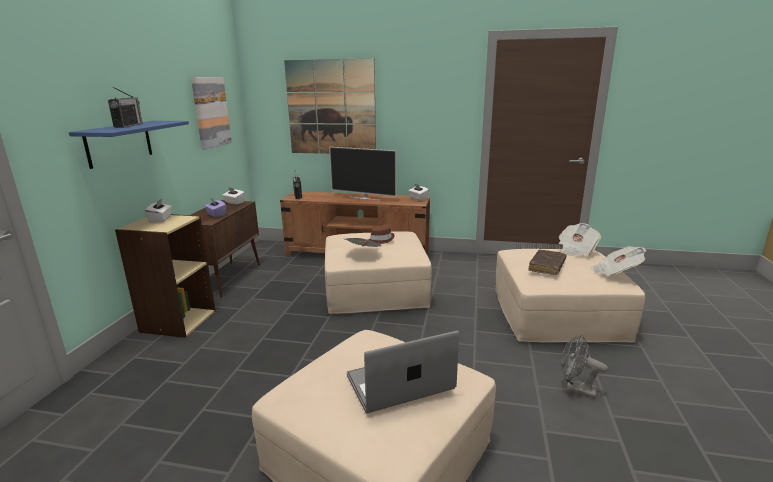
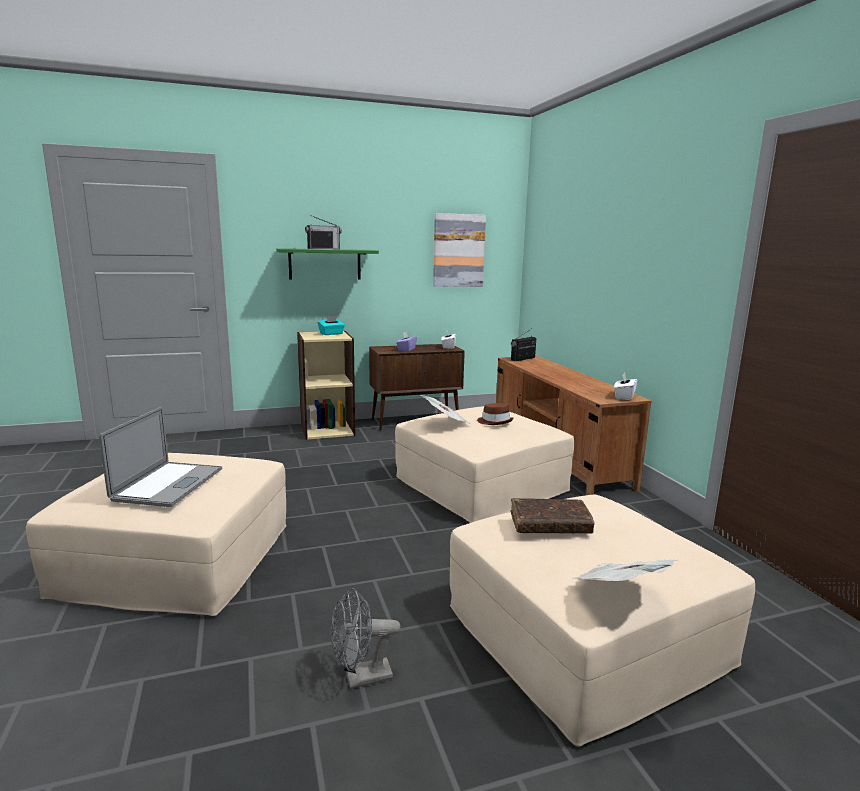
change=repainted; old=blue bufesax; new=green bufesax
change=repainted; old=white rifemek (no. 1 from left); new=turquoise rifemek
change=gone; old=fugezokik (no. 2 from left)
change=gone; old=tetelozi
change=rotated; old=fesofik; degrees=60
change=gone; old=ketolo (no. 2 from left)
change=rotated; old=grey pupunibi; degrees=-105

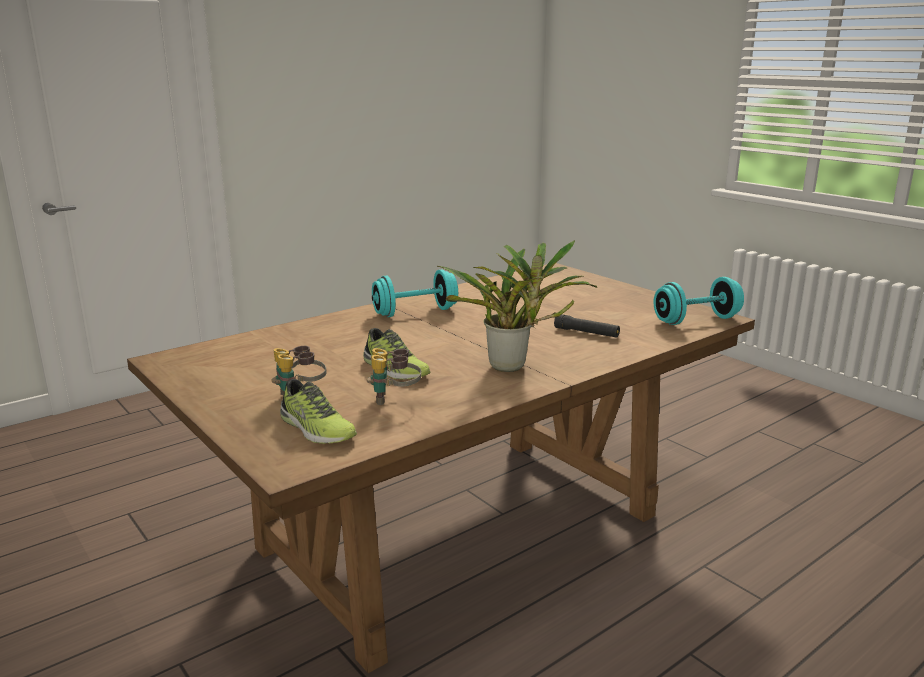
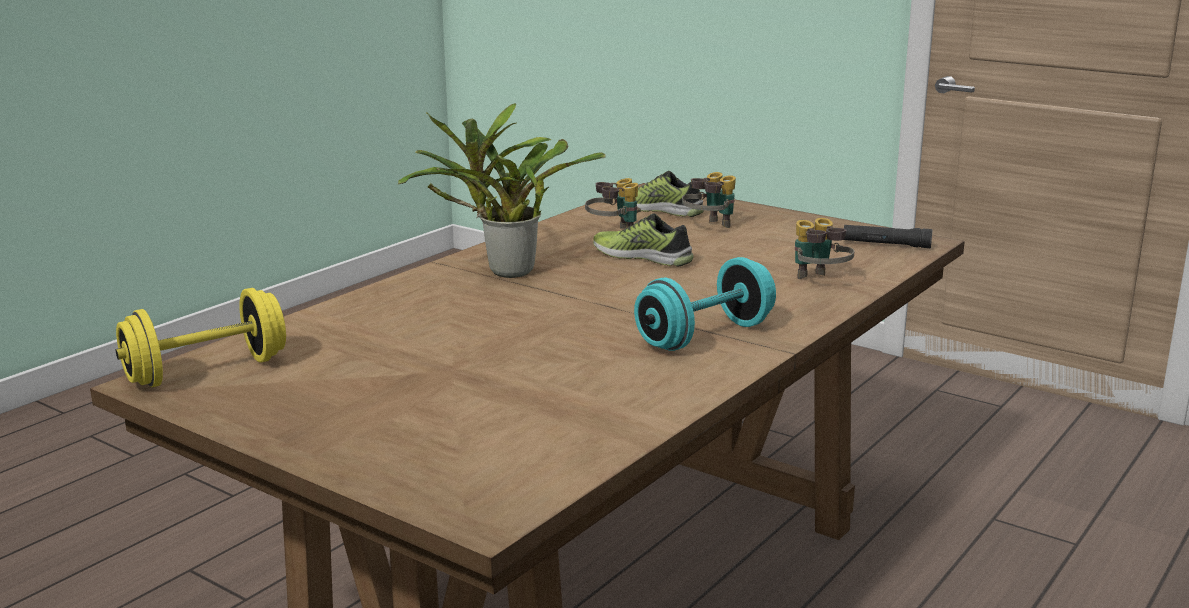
change=shifted; old=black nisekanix
change=repainted; old=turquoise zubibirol (no. 2 from left); new=yellow zubibirol
change=new; new=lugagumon (no. 3 from left)

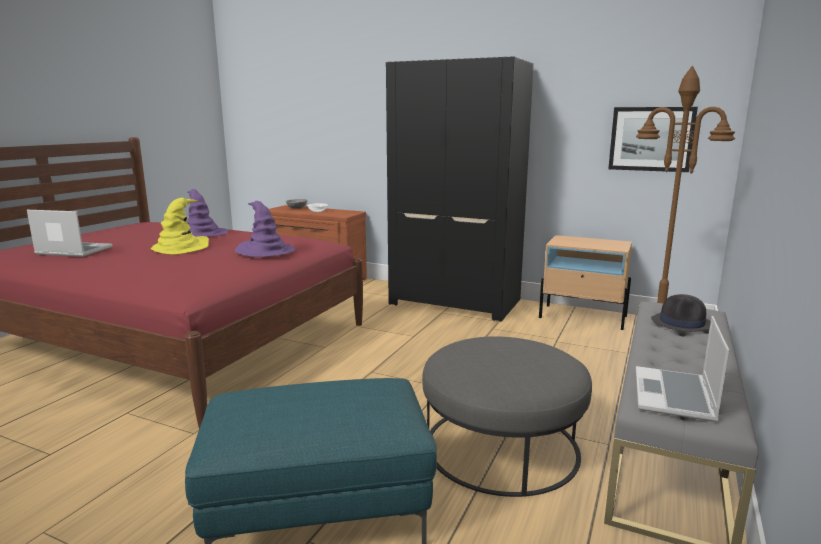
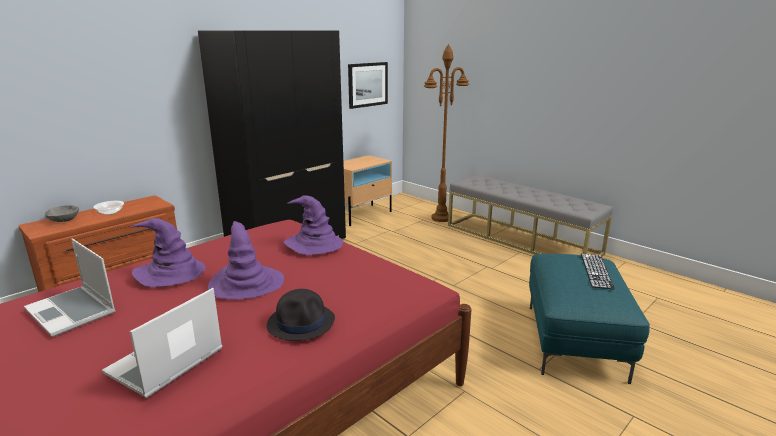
change=repainted; old=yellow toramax; new=purple toramax (no. 2 from left)
change=gone; old=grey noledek
change=shifted; old=fesofik (no. 2 from left in the first image); new=fesofik (no. 1 from left)
change=shifted; old=black toramax
change=new; new=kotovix

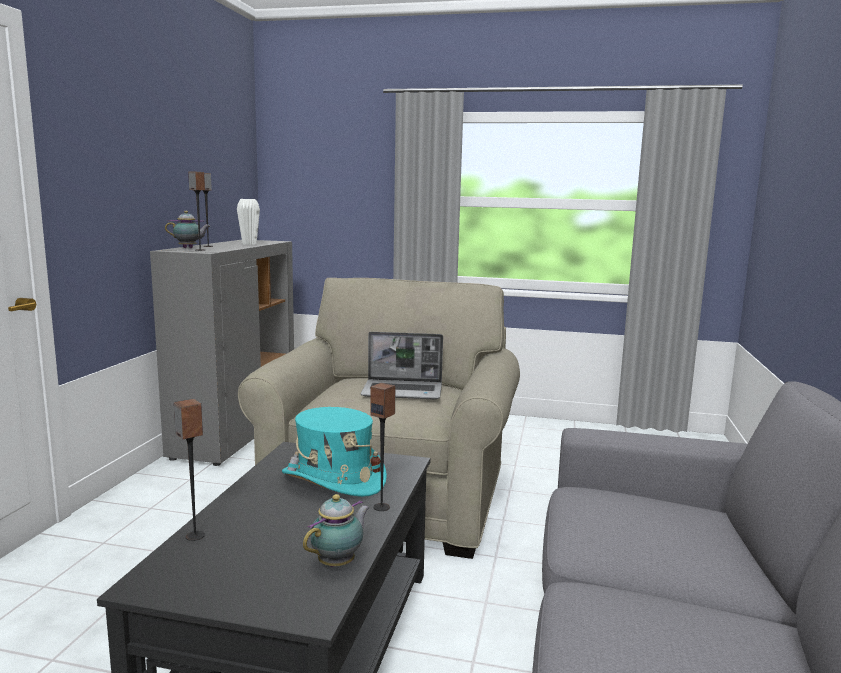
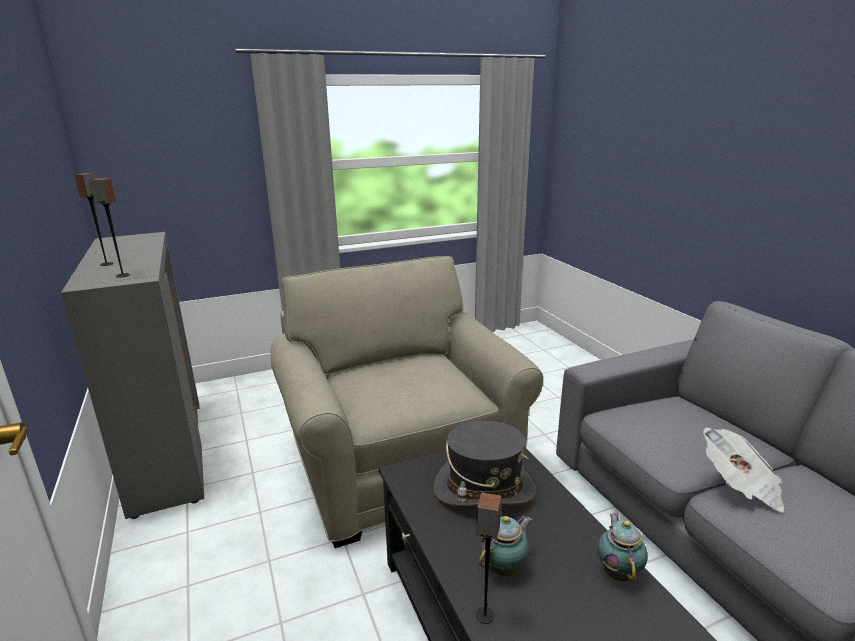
change=shifted; old=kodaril (no. 1 from left)
change=gone; old=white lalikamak
change=repainted; old=turquoise toramax; new=grey toramax
change=gone; old=fesofik
change=gone; old=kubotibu (no. 4 from left)
change=new; new=ketolo

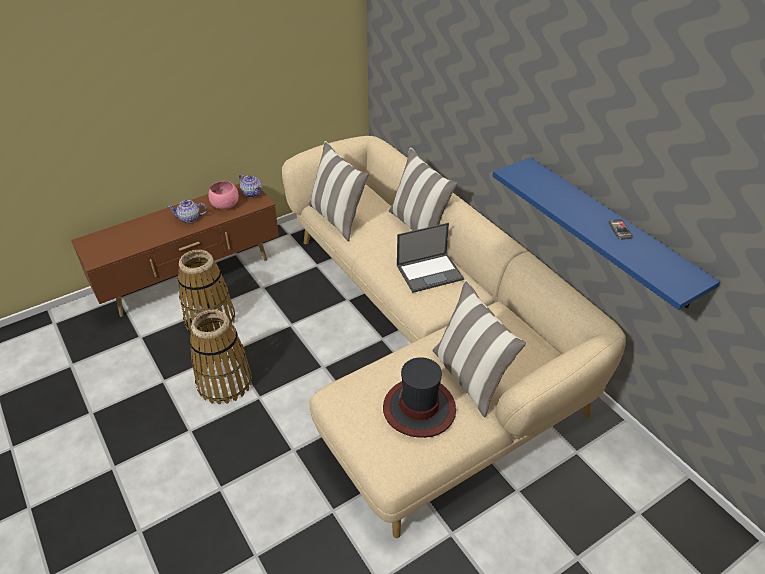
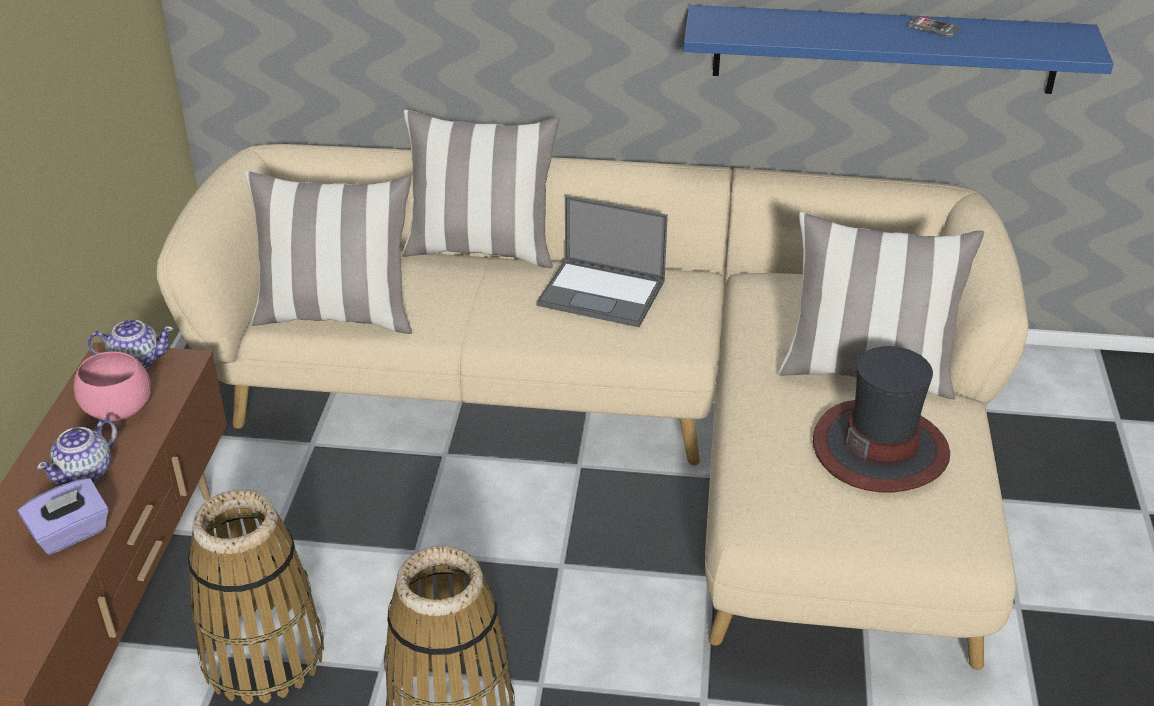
change=rotated; old=fesofik; degrees=90
change=new; new=purple rifemek

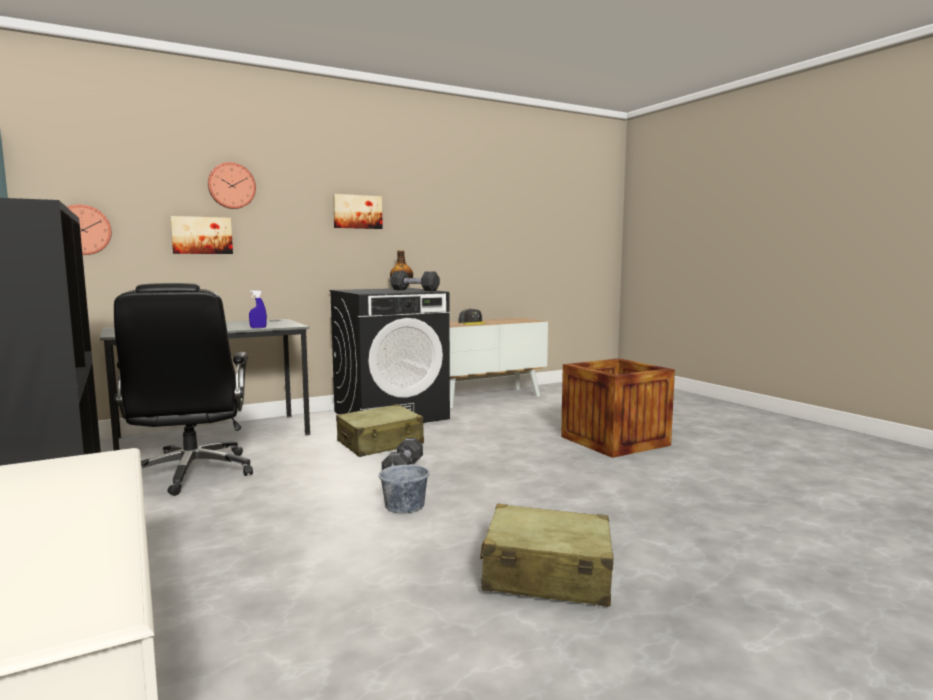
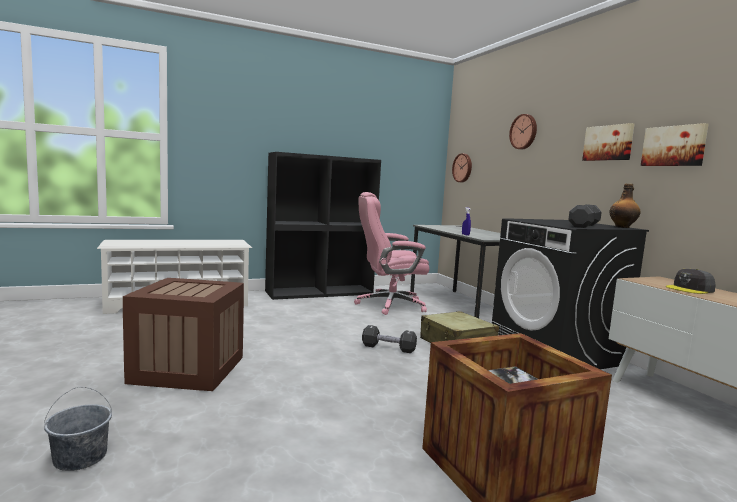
change=repainted; old=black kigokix; new=pink kigokix
change=shifted; old=fugezokik (no. 1 from left in the first image); new=fugezokik (no. 2 from left)
change=shifted; old=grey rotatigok
change=swapped; old=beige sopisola (no. 2 from left); new=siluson (no. 1 from left)

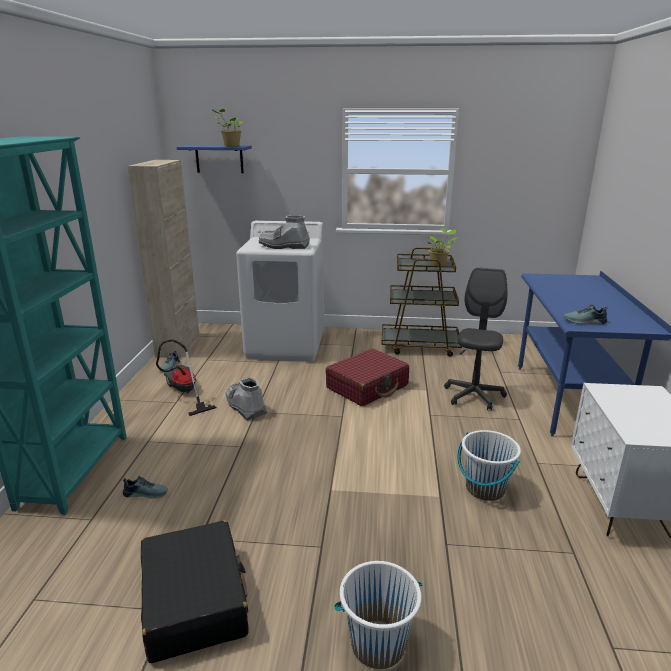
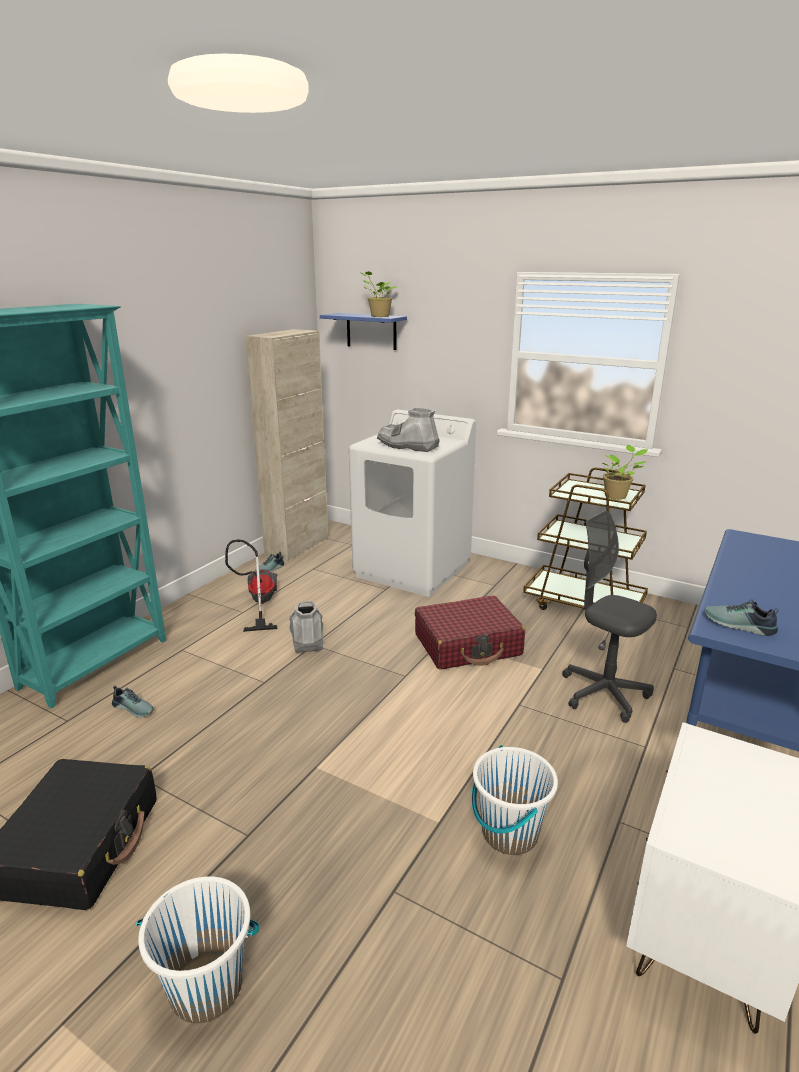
change=rotated; old=grey kigokix; degrees=-90

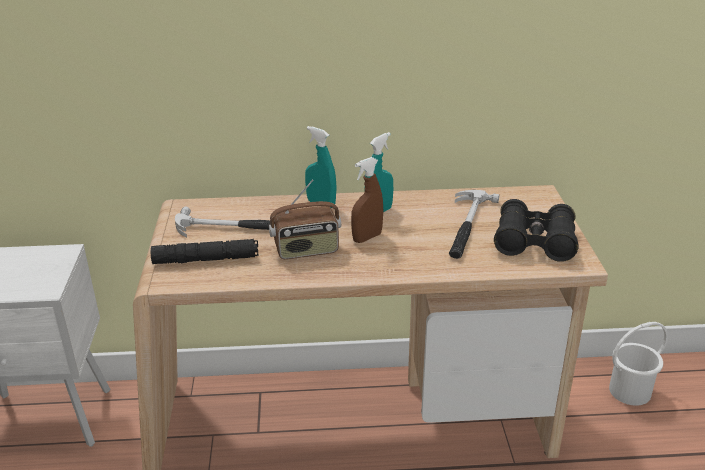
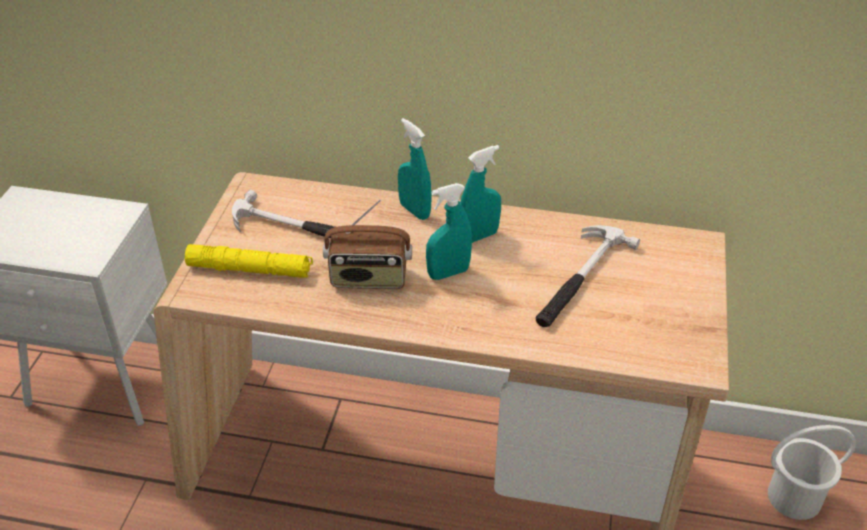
change=repainted; old=black nisekanix; new=yellow nisekanix
change=repainted; old=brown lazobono; new=turquoise lazobono (no. 2 from left)
change=gone; old=black lugagumon

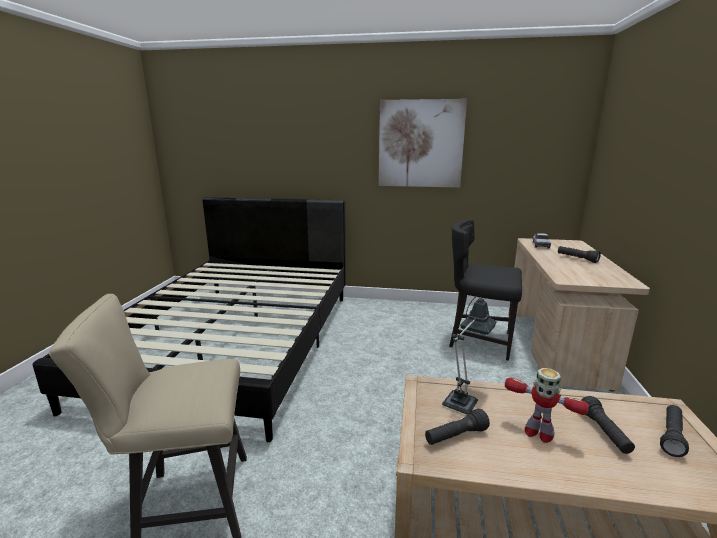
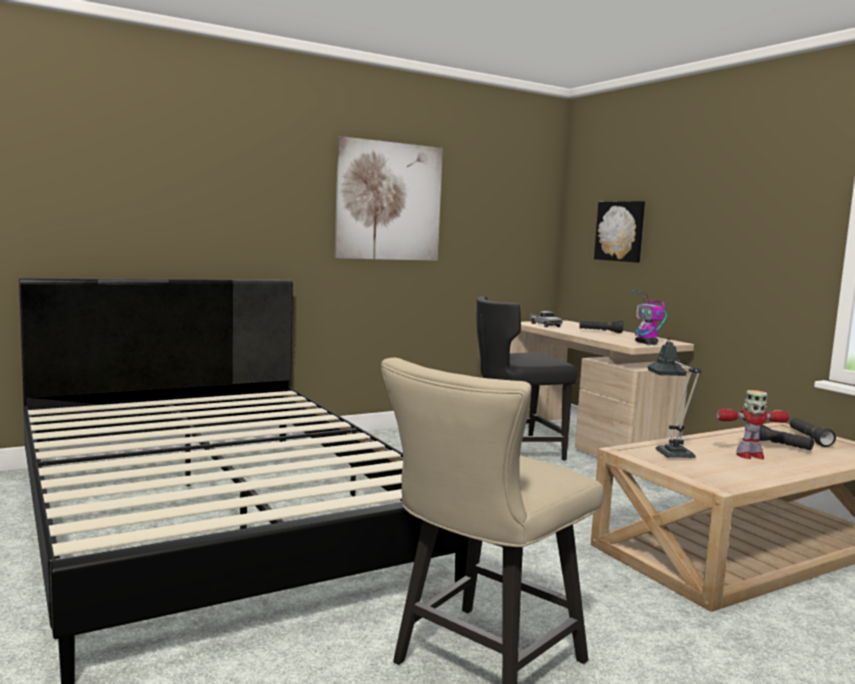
change=gone; old=black nisekanix (no. 1 from left)
change=new; new=fugezokik (no. 2 from left)
change=new; new=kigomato (no. 1 from left)

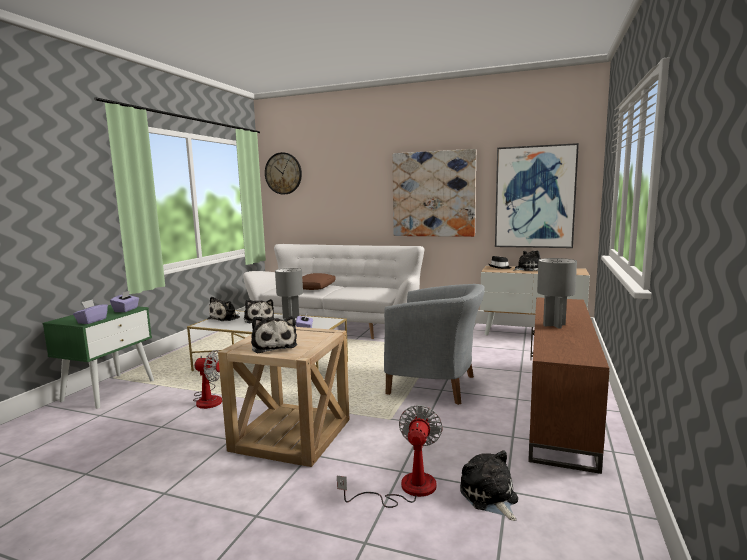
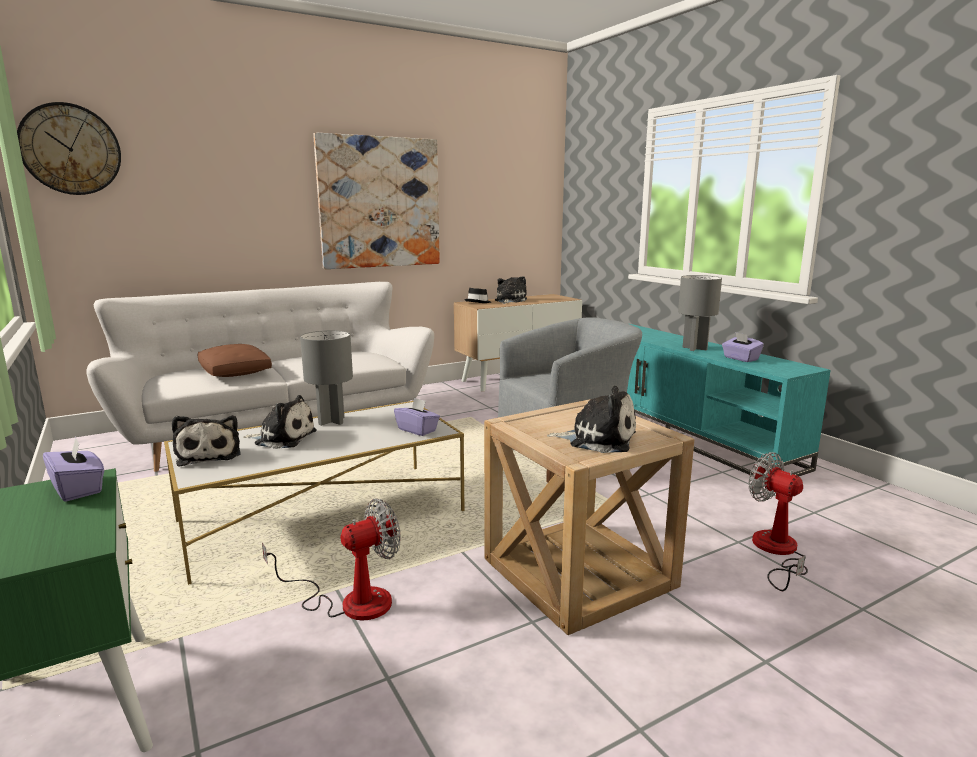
change=shifted; old=purple rifemek (no. 1 from left in the first image); new=purple rifemek (no. 3 from left)
change=gone; old=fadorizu (no. 4 from left)
change=gone; old=fugezokik (no. 2 from left)
change=repainted; old=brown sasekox; new=turquoise sasekox

